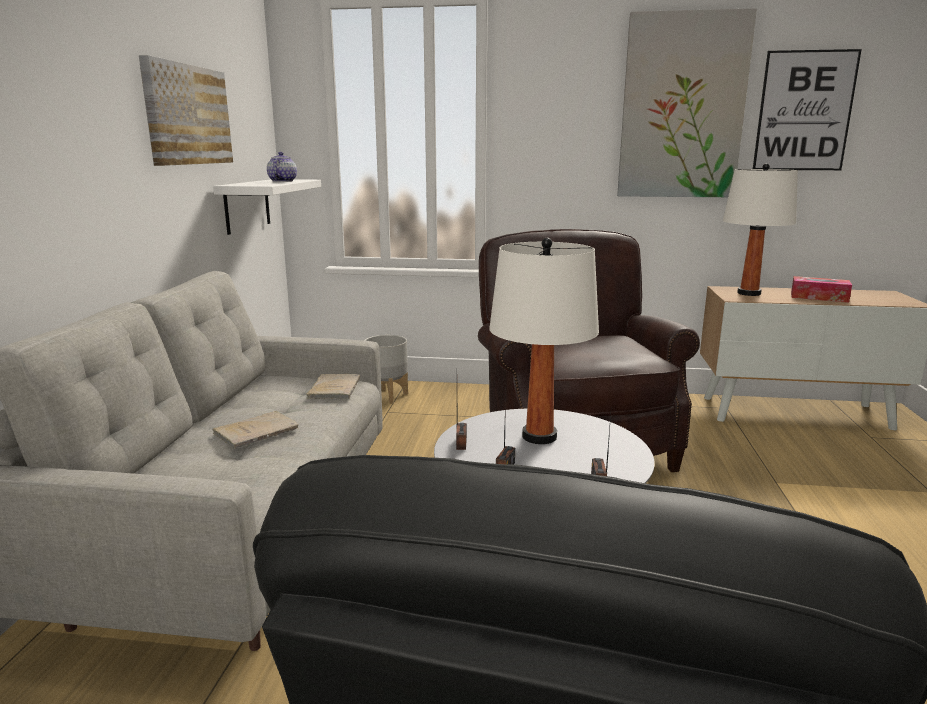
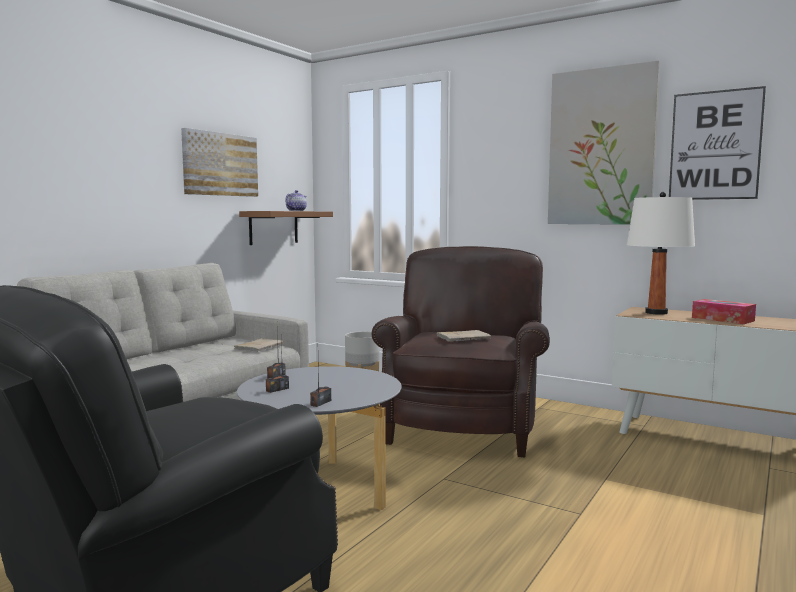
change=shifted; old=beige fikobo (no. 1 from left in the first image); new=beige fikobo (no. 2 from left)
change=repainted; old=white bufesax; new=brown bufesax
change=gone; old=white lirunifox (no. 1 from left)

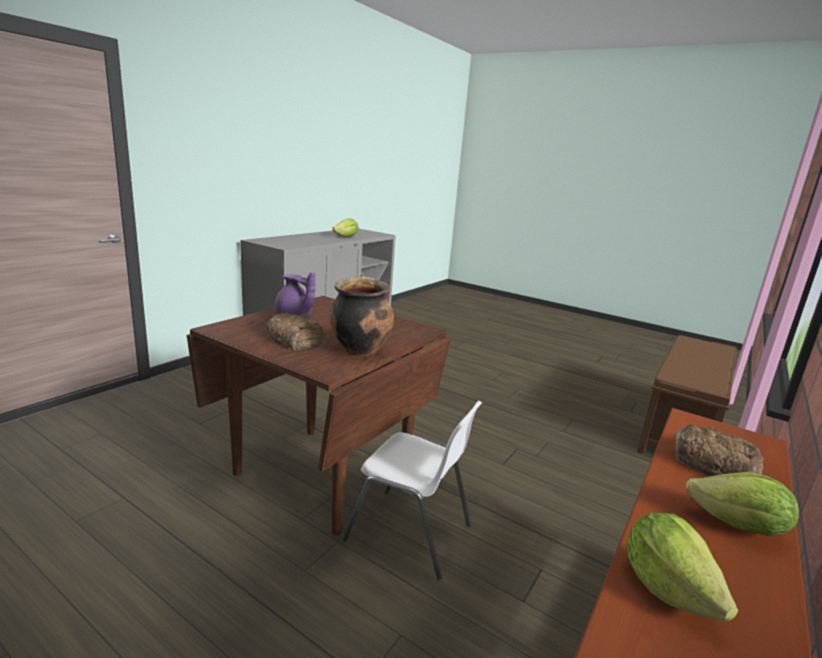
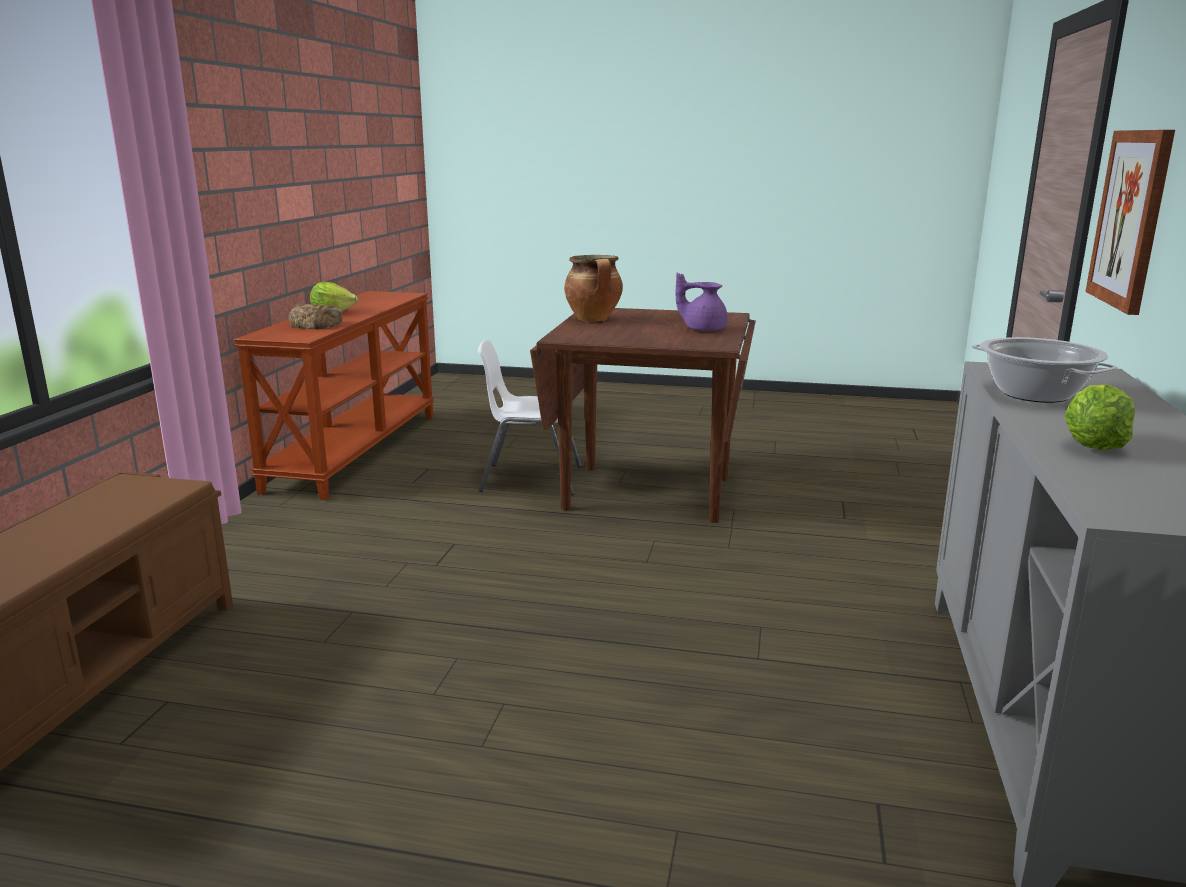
change=gone; old=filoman (no. 1 from left)
change=gone; old=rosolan (no. 2 from left)
change=new; new=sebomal (no. 2 from left)
change=new; new=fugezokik

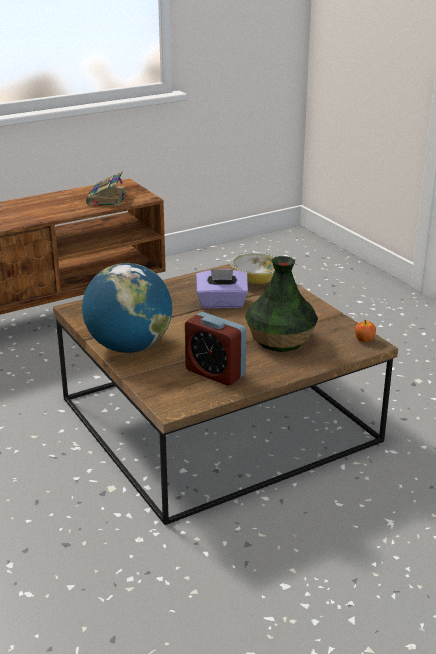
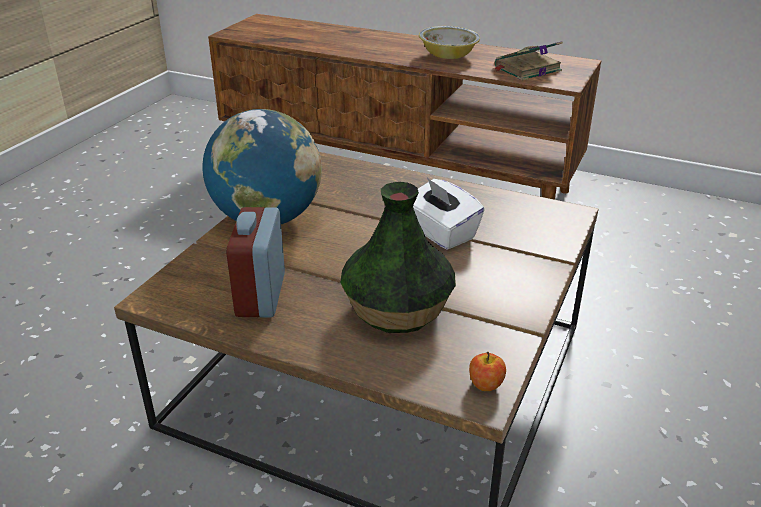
change=repainted; old=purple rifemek; new=white rifemek
change=shifted; old=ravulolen

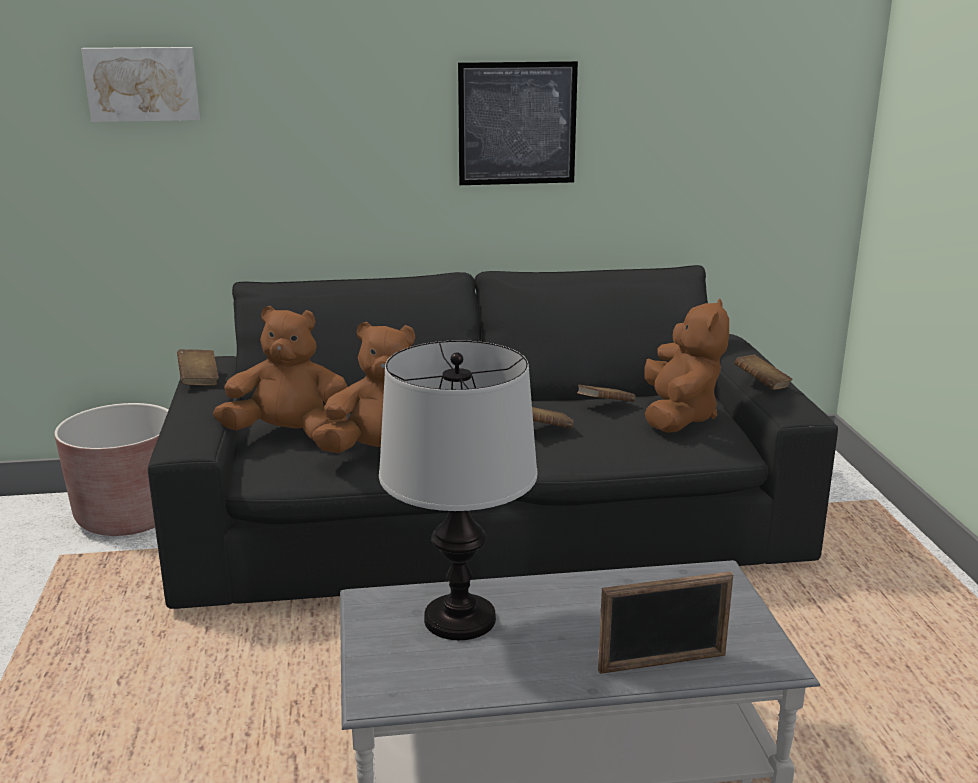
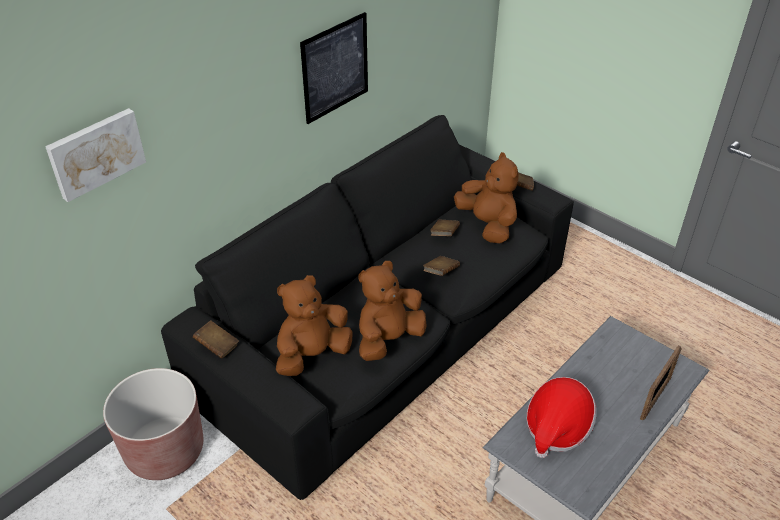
change=swapped; old=lirunifox; new=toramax

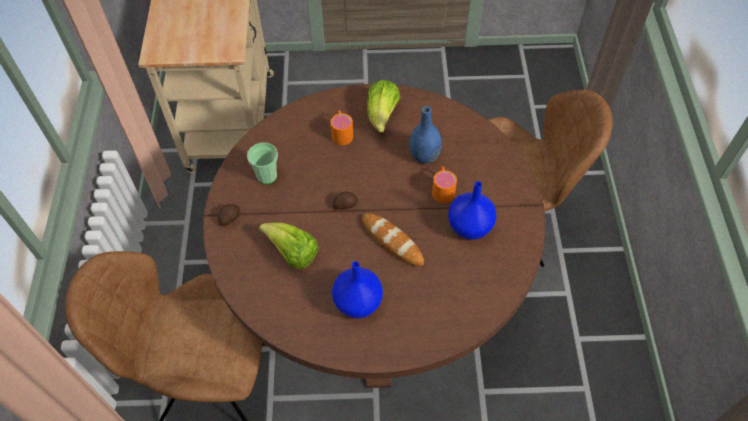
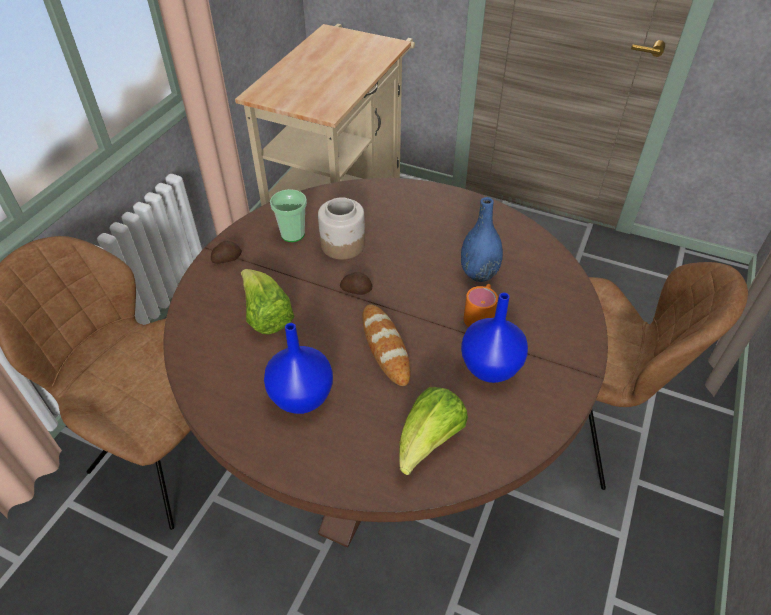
change=gone; old=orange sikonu (no. 1 from left)
change=shifted; old=rosolan (no. 2 from left)
change=new; new=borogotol

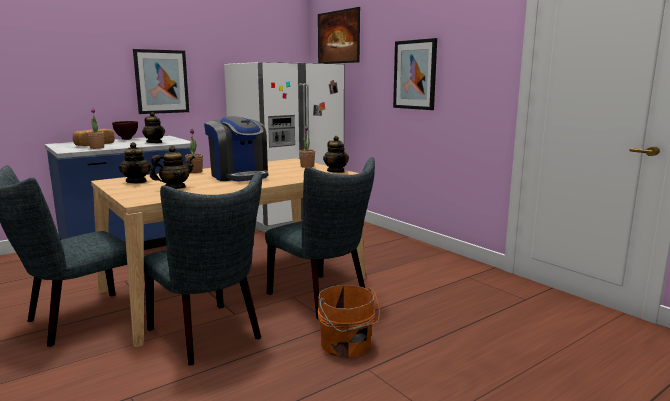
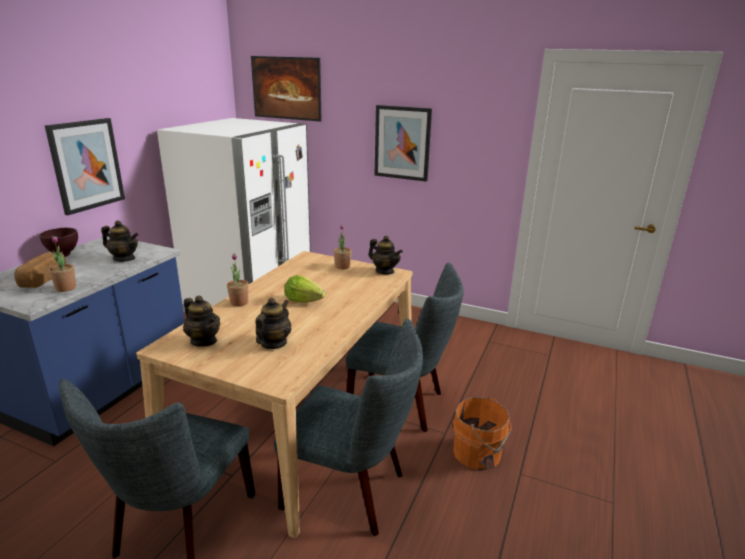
change=swapped; old=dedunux; new=rosolan

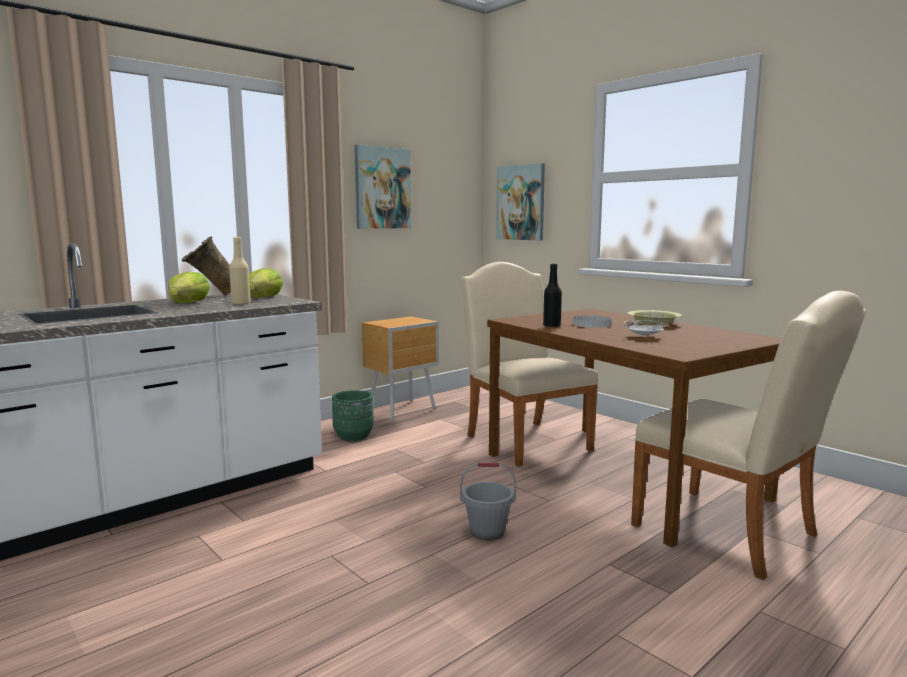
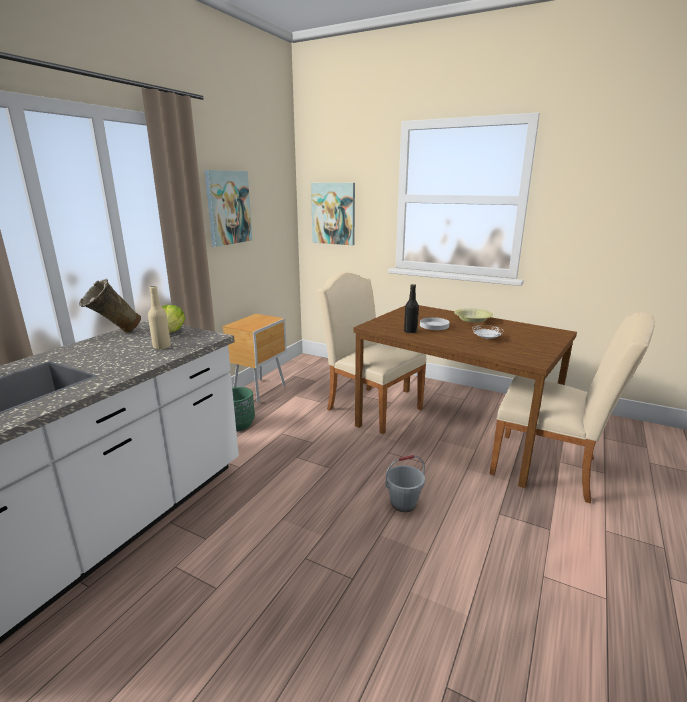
change=gone; old=rosolan (no. 1 from left)

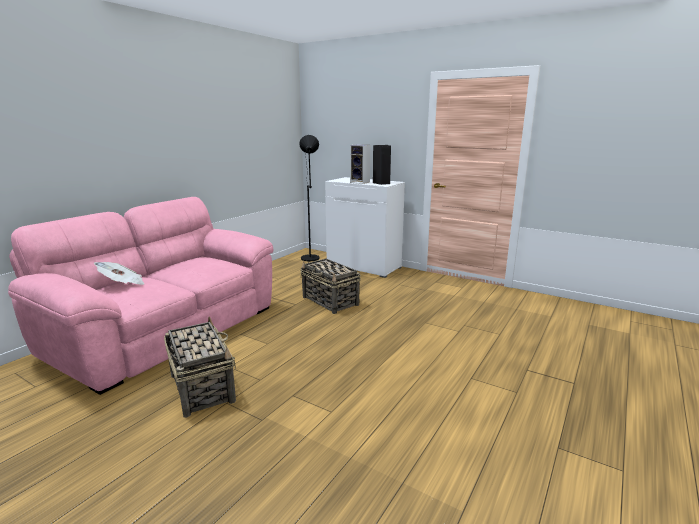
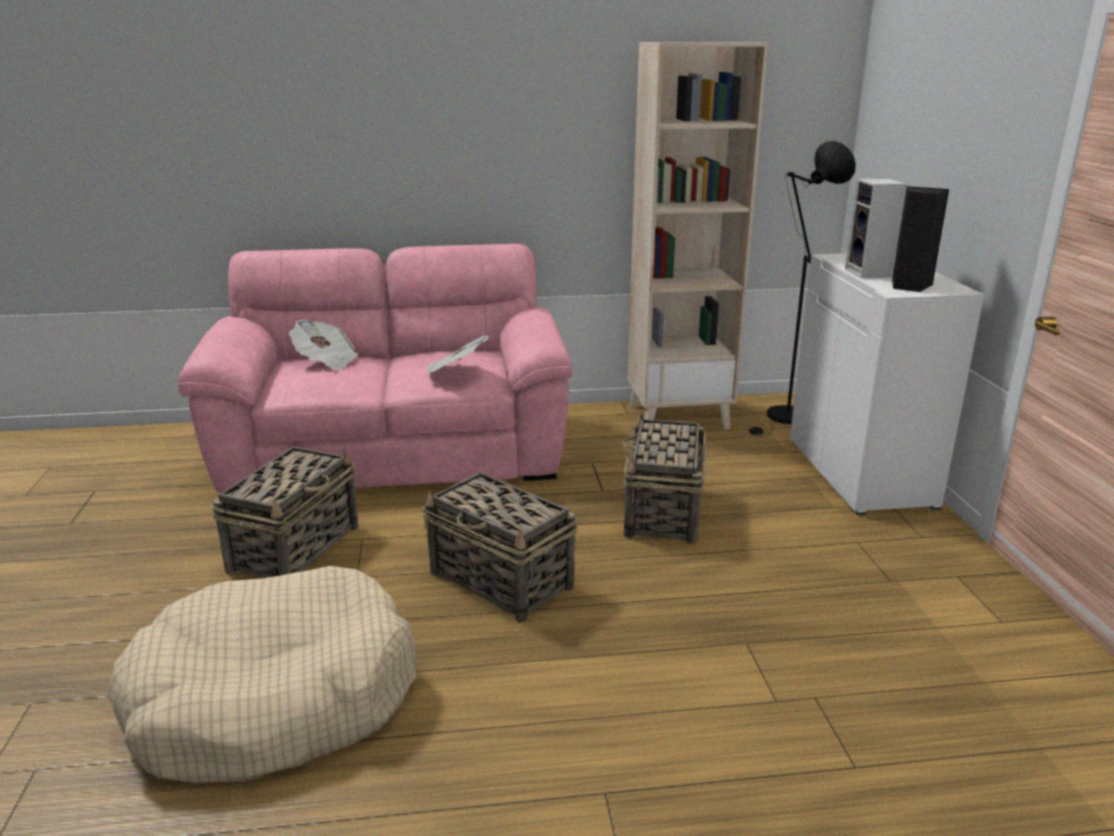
change=new; new=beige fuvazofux
change=new; new=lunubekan (no. 2 from left)
change=new; new=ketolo (no. 2 from left)
change=new; new=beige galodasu

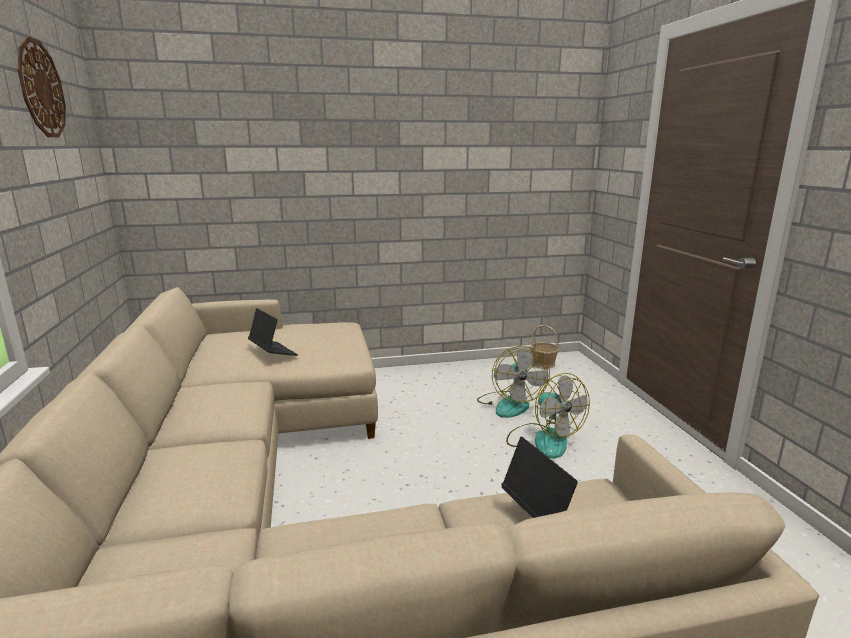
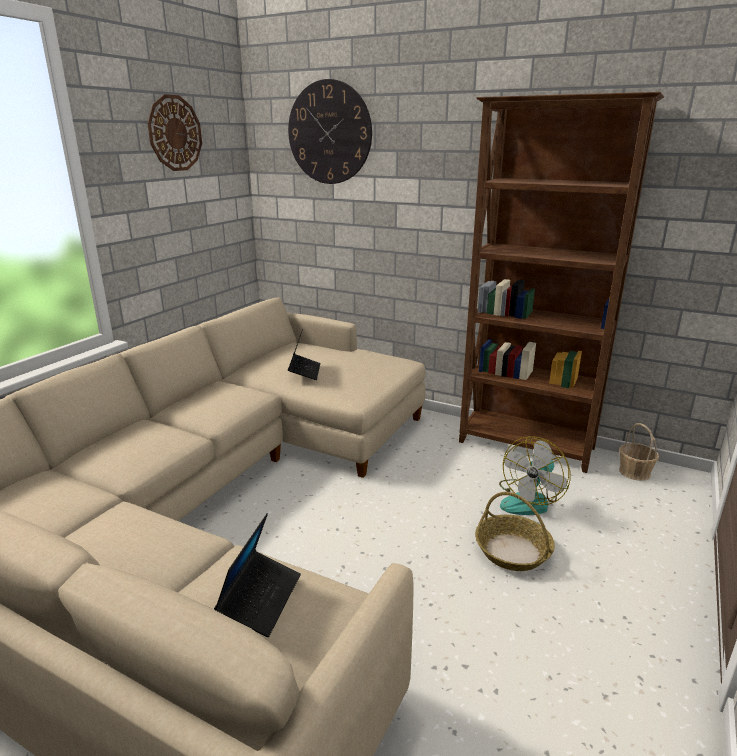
change=swapped; old=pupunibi (no. 2 from left); new=lunubekan (no. 1 from left)
change=new; new=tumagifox (no. 2 from left)
change=new; new=brown galodasu

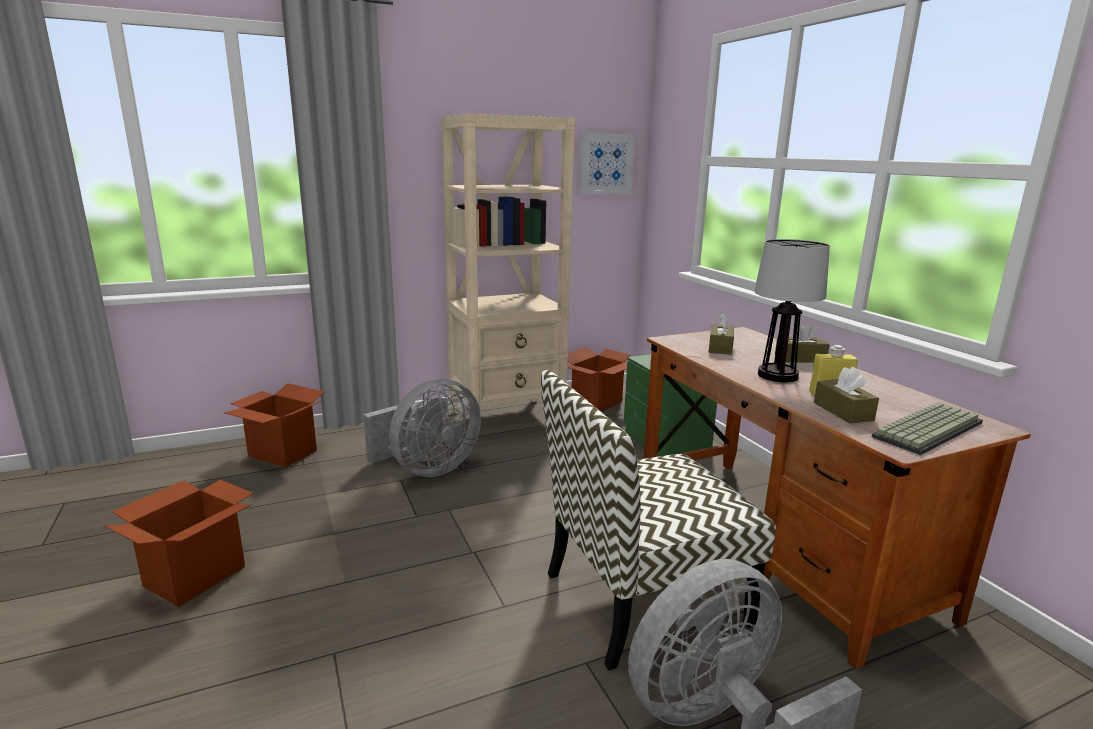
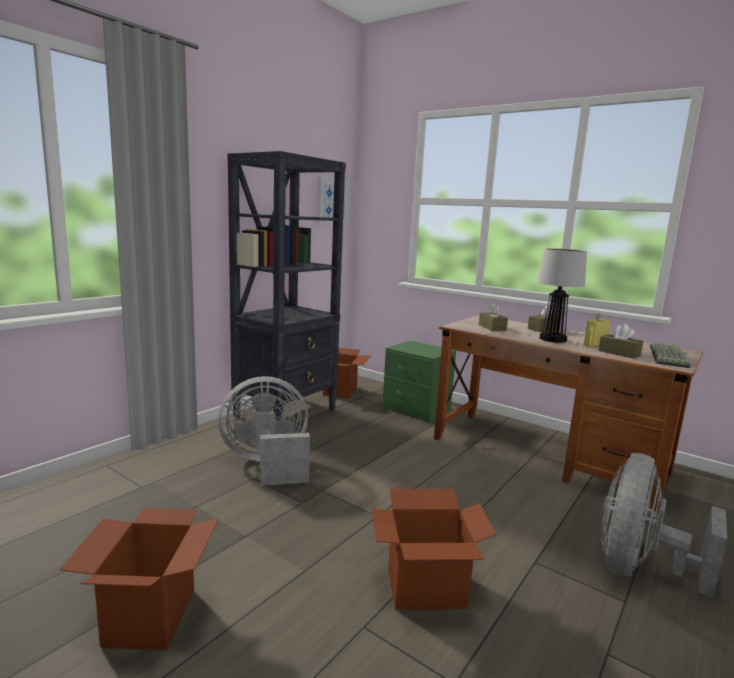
change=shifted; old=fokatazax (no. 2 from left in the first image); new=fokatazax (no. 3 from left)
change=rotated; old=grey pupunibi (no. 1 from left); degrees=-120
change=repainted; old=beige galodasu; new=black galodasu
change=gone; old=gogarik

